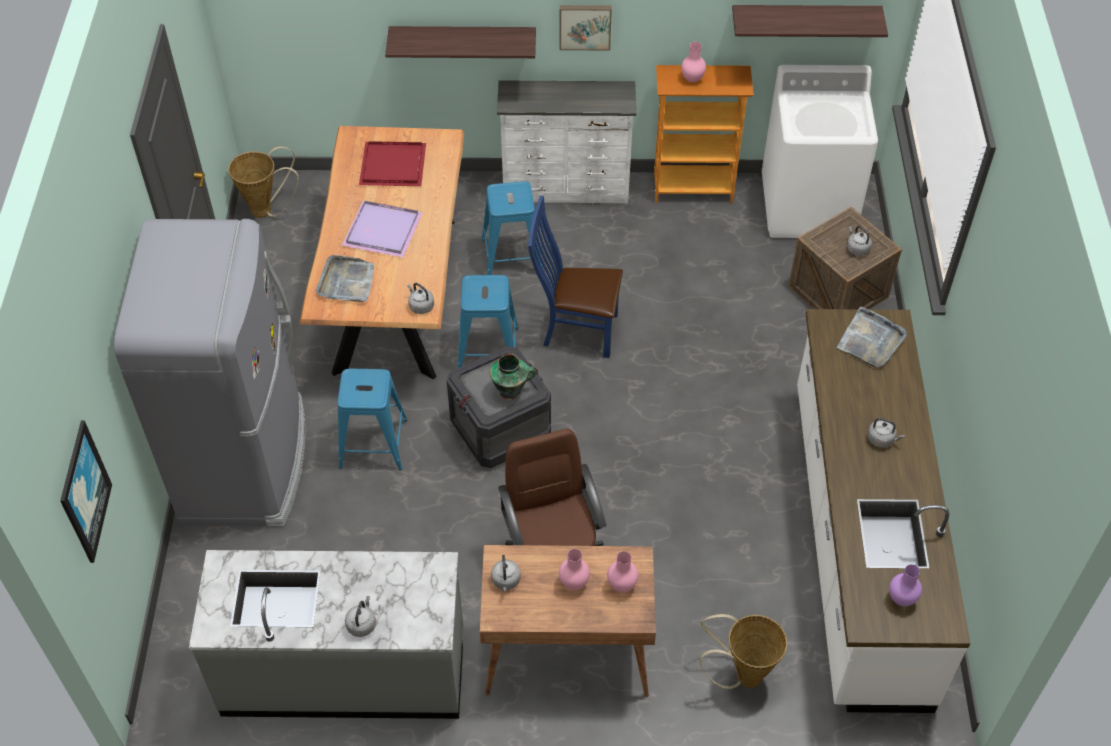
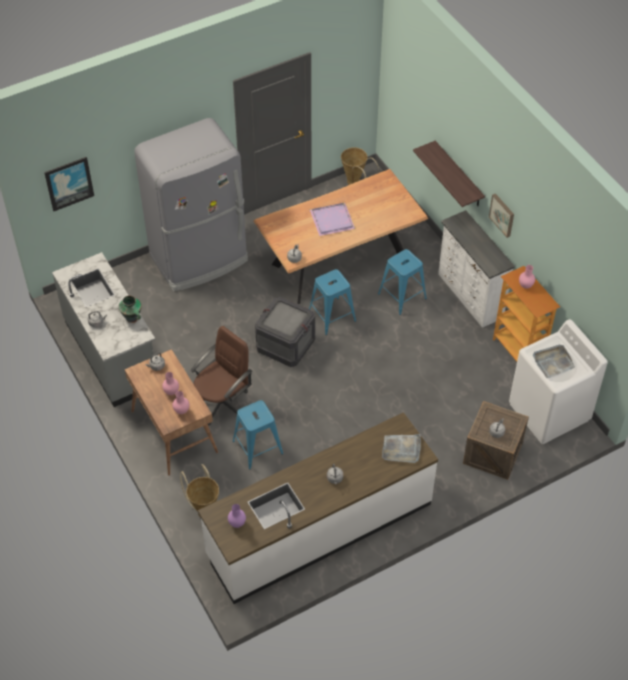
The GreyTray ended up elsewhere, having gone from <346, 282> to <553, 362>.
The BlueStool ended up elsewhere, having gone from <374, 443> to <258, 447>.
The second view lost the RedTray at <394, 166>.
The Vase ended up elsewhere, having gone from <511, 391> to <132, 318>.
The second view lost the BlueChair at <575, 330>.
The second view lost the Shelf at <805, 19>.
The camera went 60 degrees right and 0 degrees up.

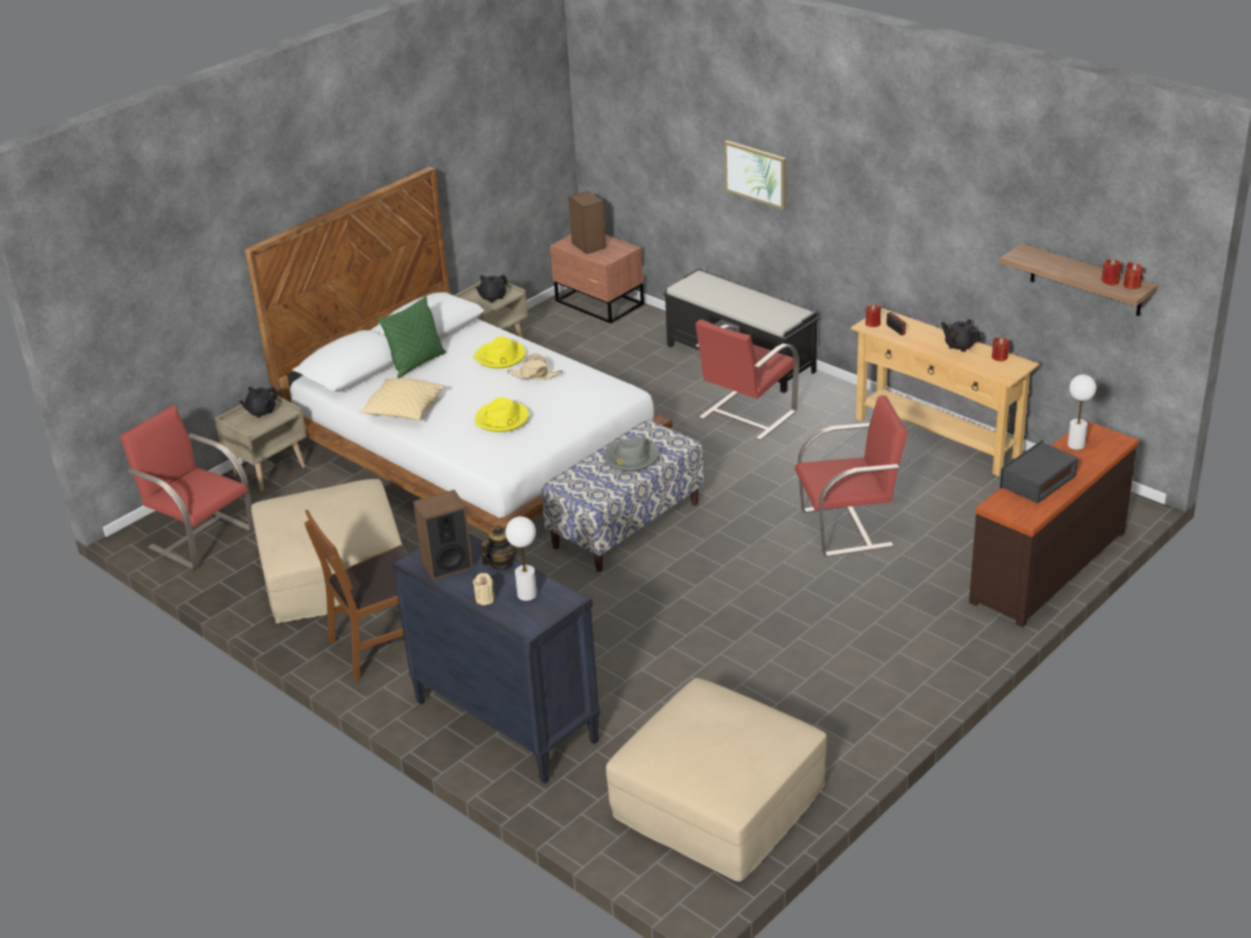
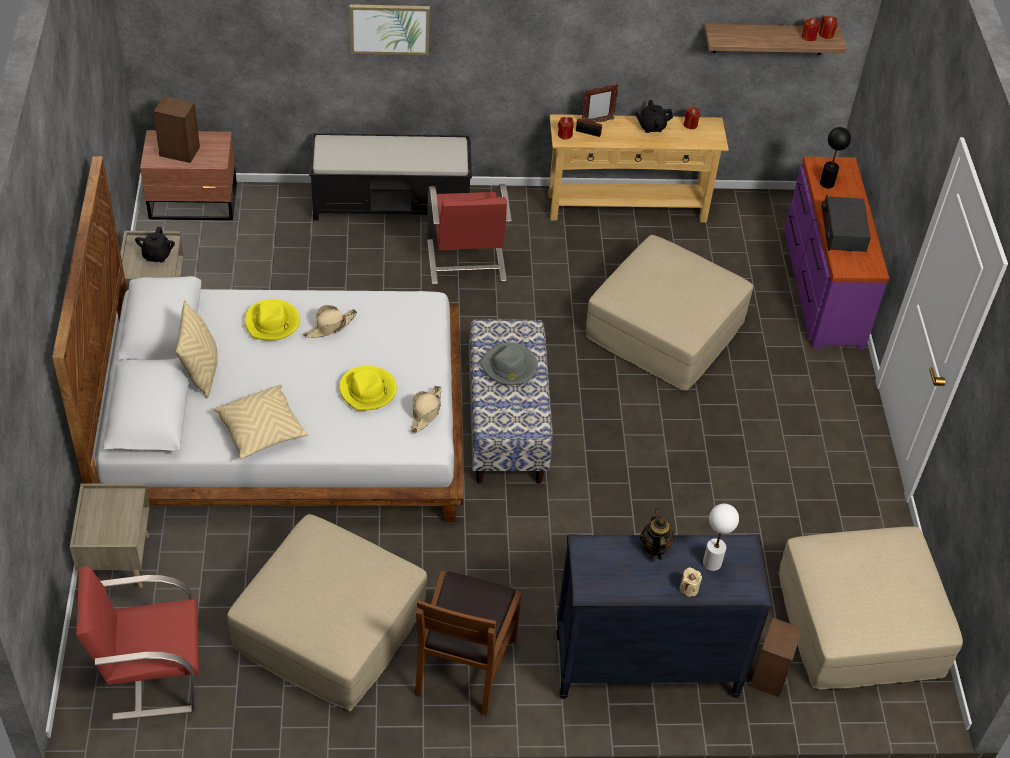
The second view lost the BlackTeapot at <261, 411>.
What was the GreenPillow at <417, 363> turned into the BeigePillow at <201, 371>.
The Speaker ended up elsewhere, having gone from <447, 565> to <769, 675>.
Where the RedChair stood at <848, 528>, the BeigeOttoman came to stand at <665, 329>.
What was the BrownDresser at <1046, 566> turned into the PurpleDresser at <821, 287>.
What was the WhiteTableLamp at <1075, 445> turned into the BlackTableLamp at <826, 183>.
The second view gained the BeigeHat at <426, 412>.
The second view gained the PictureFrame at <597, 122>.
The camera went 50 degrees left and 15 degrees up.

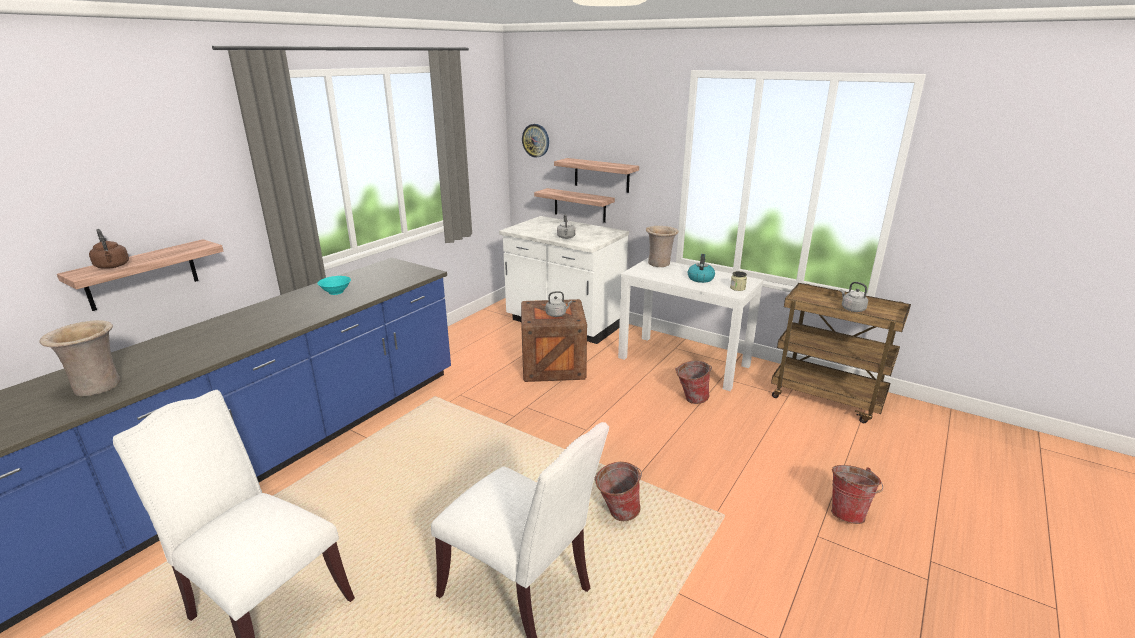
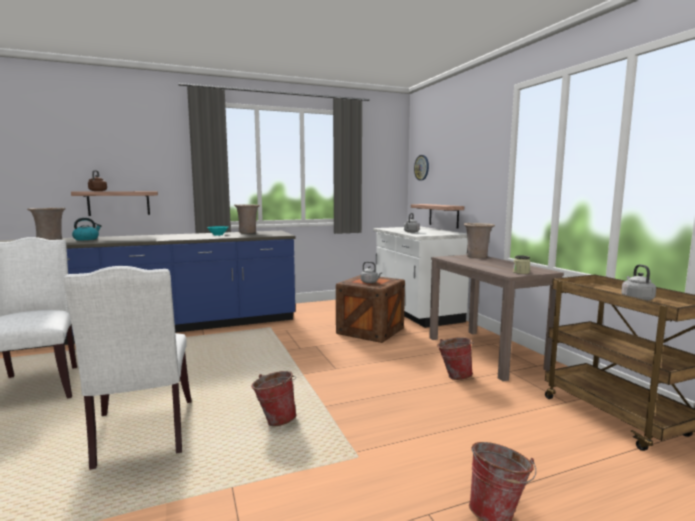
The second view lost the Shelf at <601, 175>.
What was the WhiteConsoleTable at <684, 361> turned into the BrownConsoleTable at <486, 353>.
The Kettle ended up elsewhere, having gone from <700, 278> to <86, 239>.
The second view gained the BeigeVase at <248, 232>.
The camera went 35 degrees right and 15 degrees down.

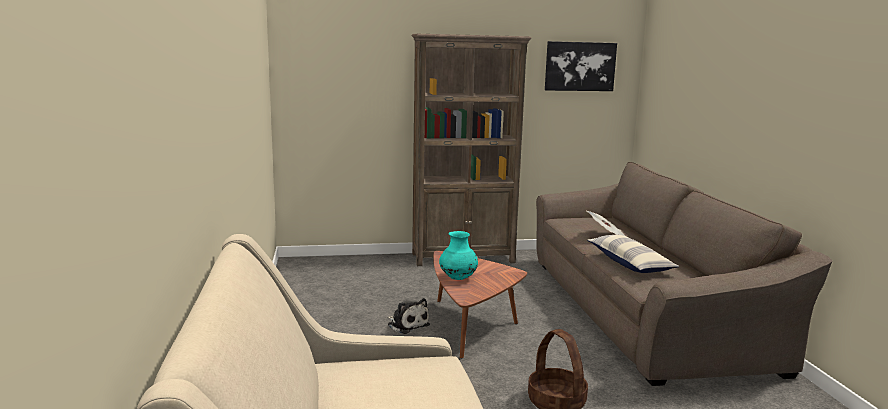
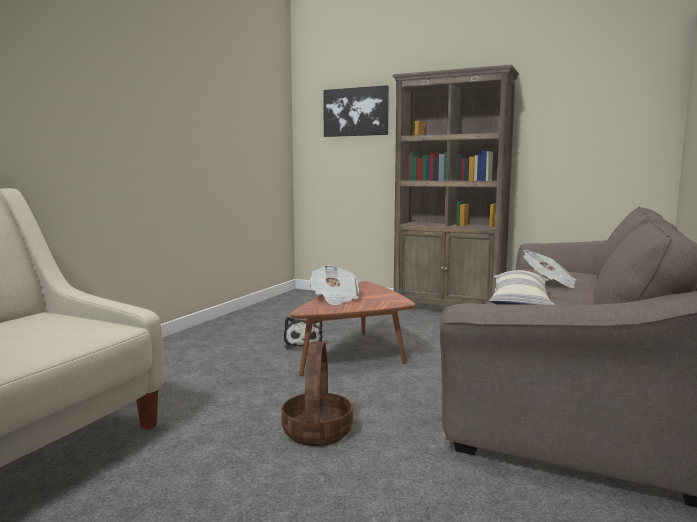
Where the TurquoiseVase stood at <458, 278>, the Newspaper came to stand at <334, 298>.
The Picture ended up elsewhere, having gone from <580, 66> to <356, 112>.
The camera went 35 degrees right and 5 degrees down.

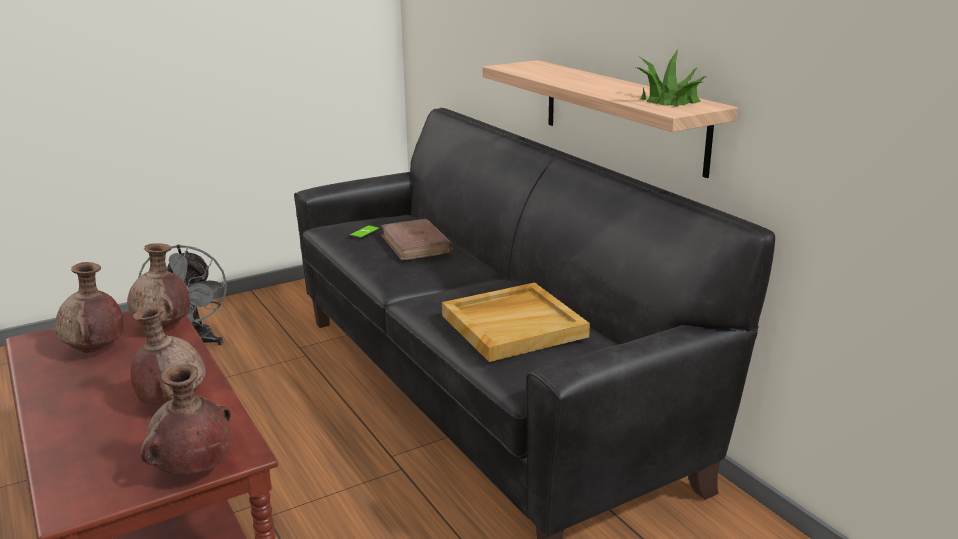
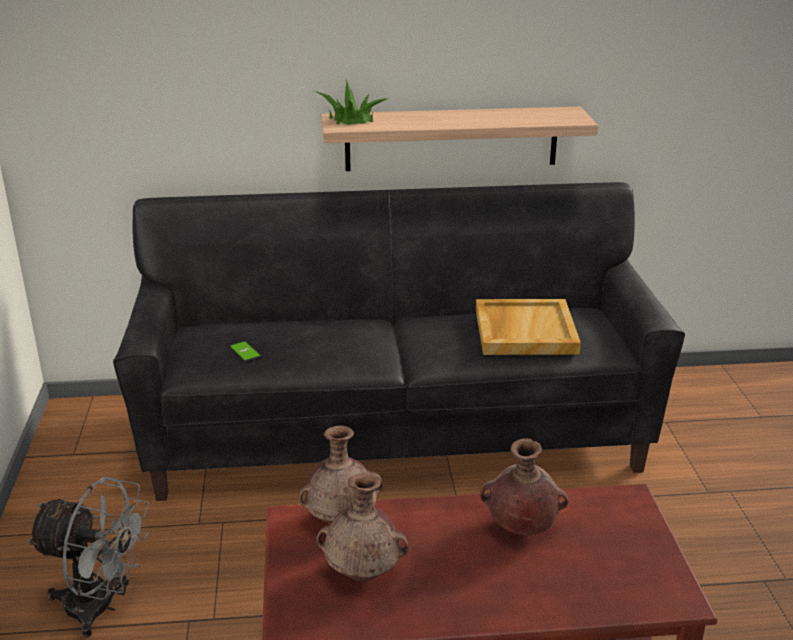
The second view lost the BrownVase at <193, 470>.
The second view lost the BrownBook at <416, 244>.
The PottedPlant ended up elsewhere, having gone from <669, 100> to <351, 119>.
The camera went 65 degrees left and 5 degrees up.

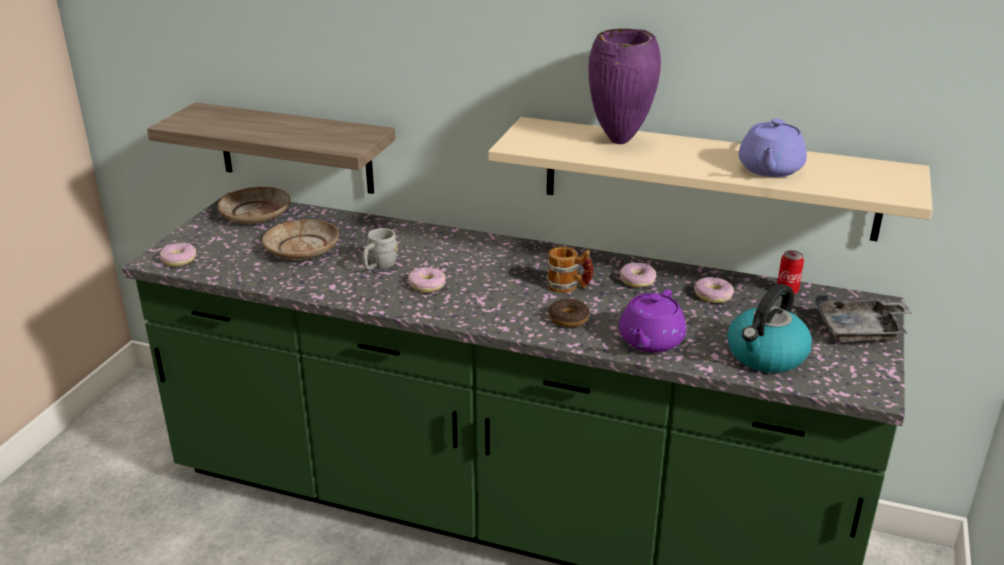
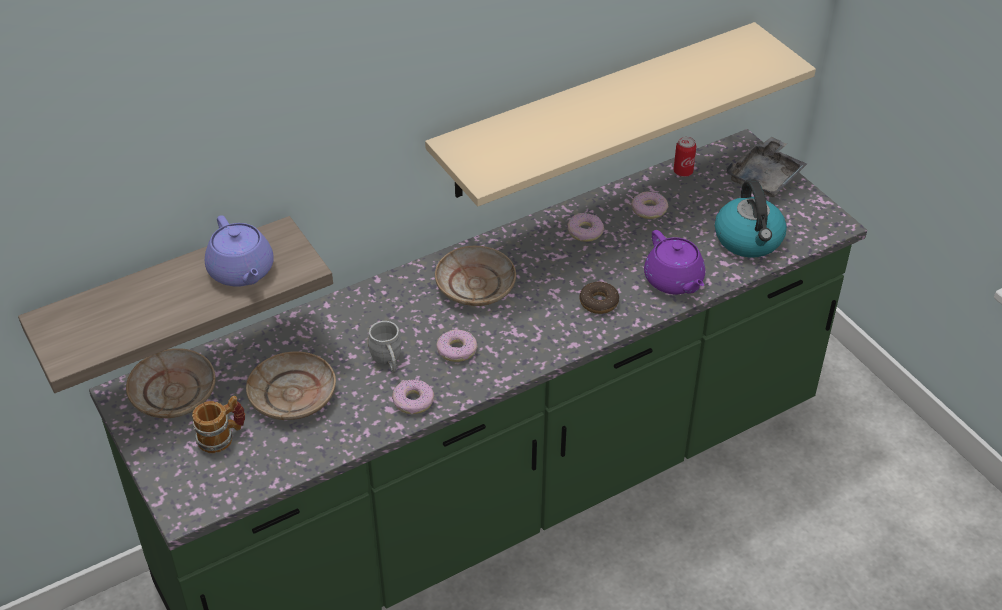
The Donut ended up elsewhere, having gone from <179, 260> to <413, 401>.
The Mug ended up elsewhere, having gone from <568, 286> to <222, 437>.
The second view lost the PurpleVase at <620, 141>.
The PurpleTeapot ended up elsewhere, having gone from <769, 169> to <242, 272>.
The second view gained the BeigePlate at <475, 285>.
The camera went 50 degrees left and 15 degrees up.

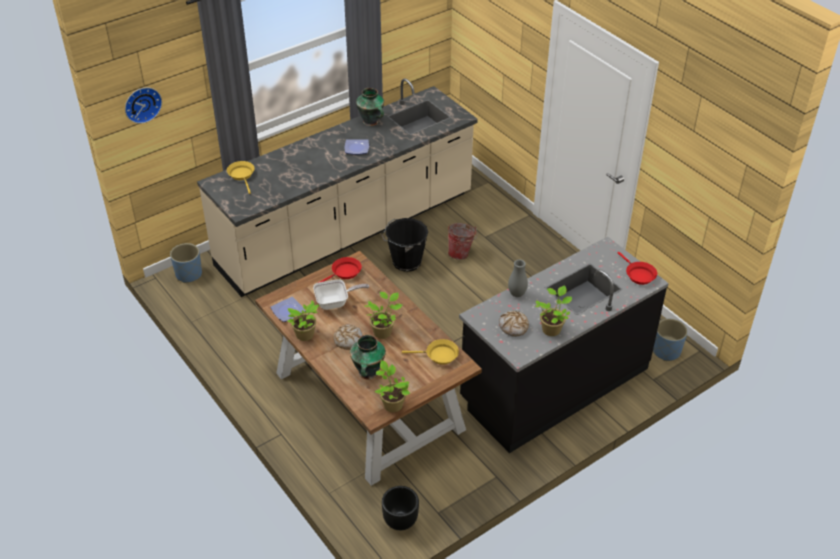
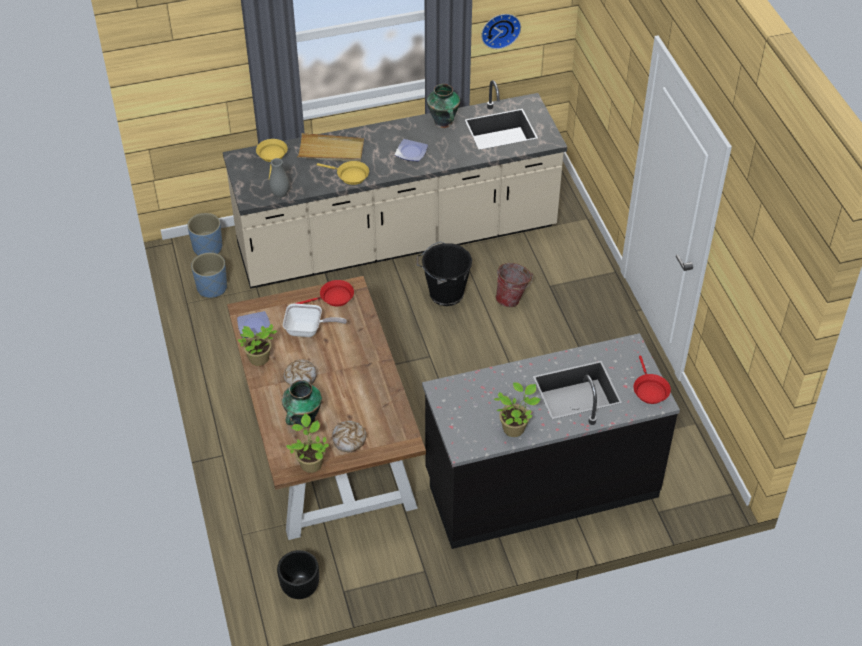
The WallClock ended up elsewhere, having gone from <142, 104> to <500, 29>.
The second view lost the PottedPlant at <383, 331>.
The YellowFryingPan ended up elsewhere, having gone from <439, 355> to <350, 176>.
The Bread ended up elsewhere, having gone from <513, 327> to <349, 439>.
The GreyVase ended up elsewhere, having gone from <517, 294> to <280, 194>.
The BluePlanter ended up elsewhere, having gone from <666, 351> to <211, 287>.
The second view gained the BeigeTray at <331, 150>.
The camera went 20 degrees right and 5 degrees up.

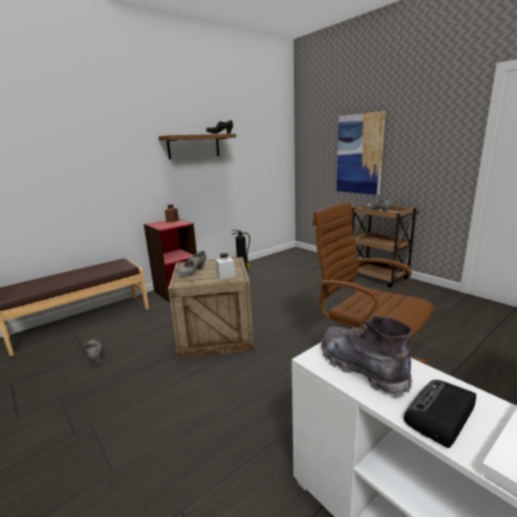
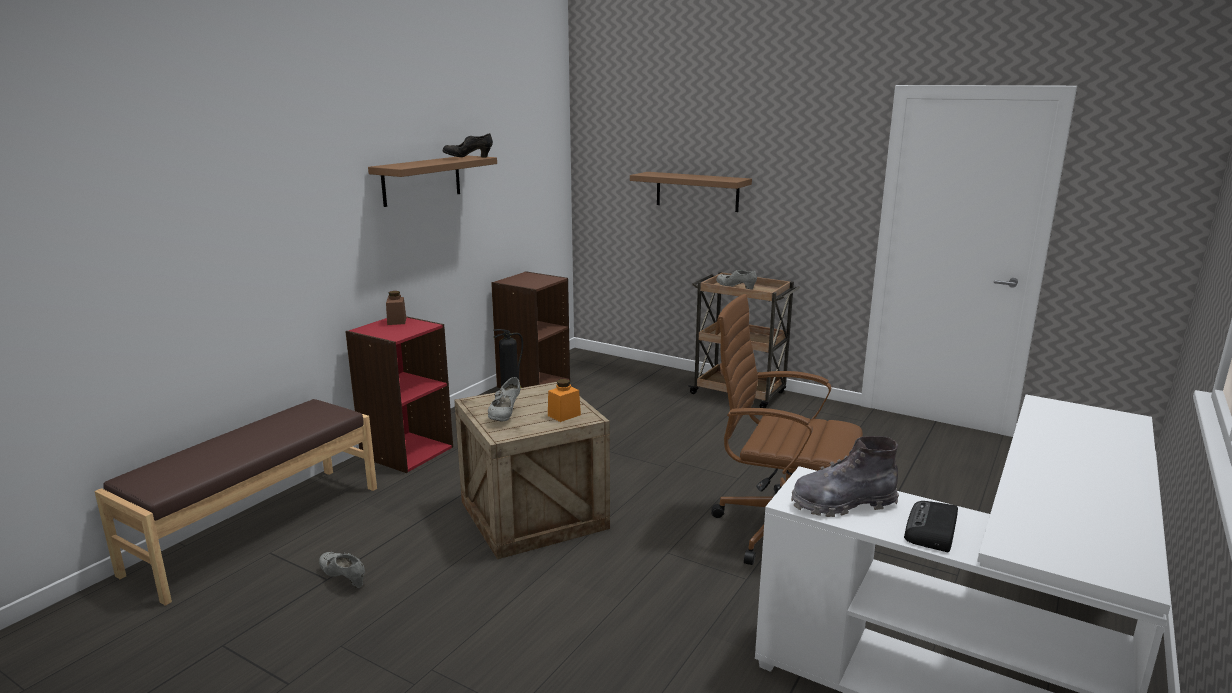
What was the WhiteJar at <225, 276> turned into the OrangeJar at <564, 415>.
The GreyBoot at <361, 368> ended up facing another way, 45 degrees counterclockwise from before.
Where the Picture hung at <359, 154>, the BrownShelf came to hang at <697, 191>.
The second view gained the BrownBookcase at <533, 383>.
The camera went 20 degrees left and 0 degrees up.

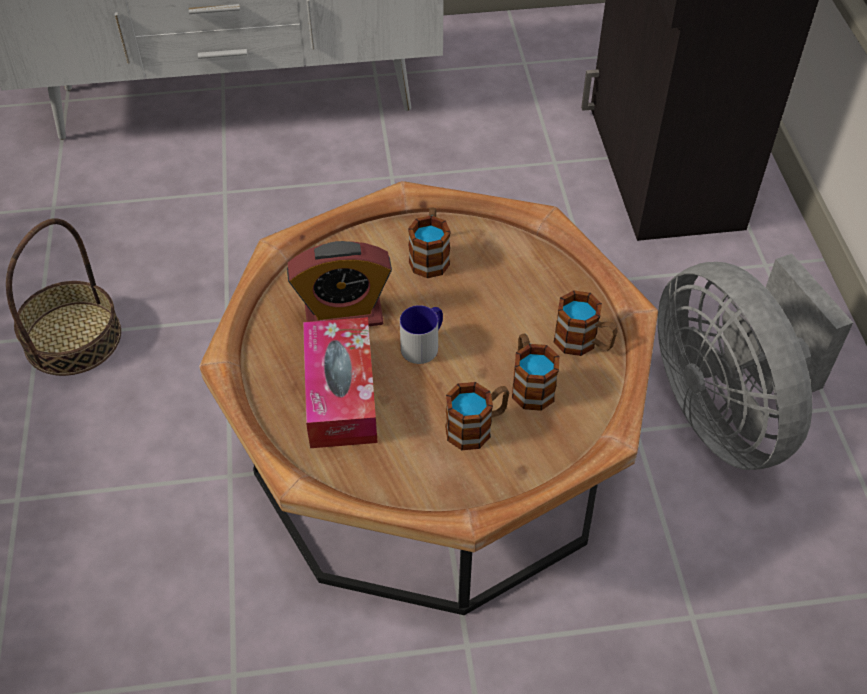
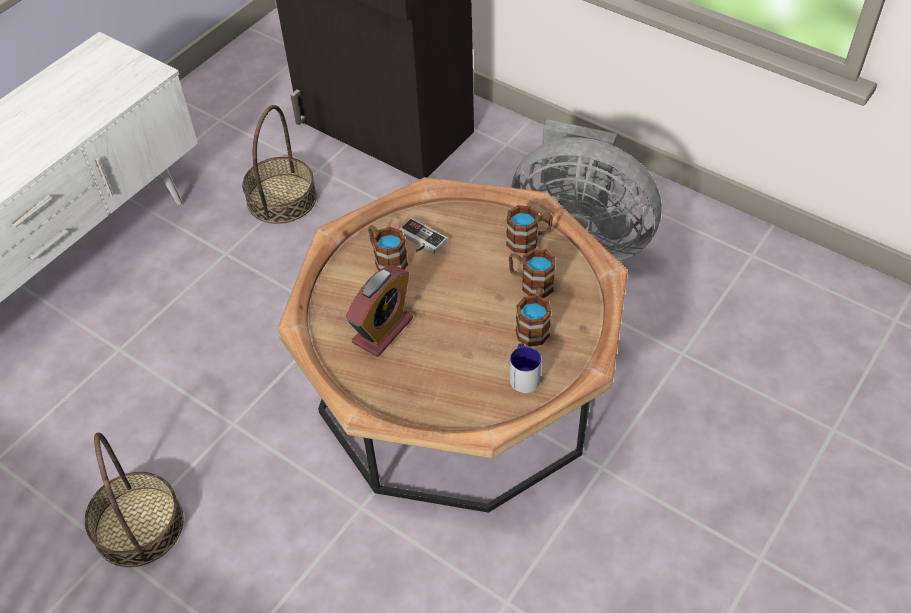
The second view lost the TissueBox at <341, 394>.
The Mug ended up elsewhere, having gone from <424, 344> to <523, 375>.
The second view gained the Basket at <282, 198>.
The second view gained the GameController at <419, 241>.
The camera went 45 degrees left and 0 degrees up.

